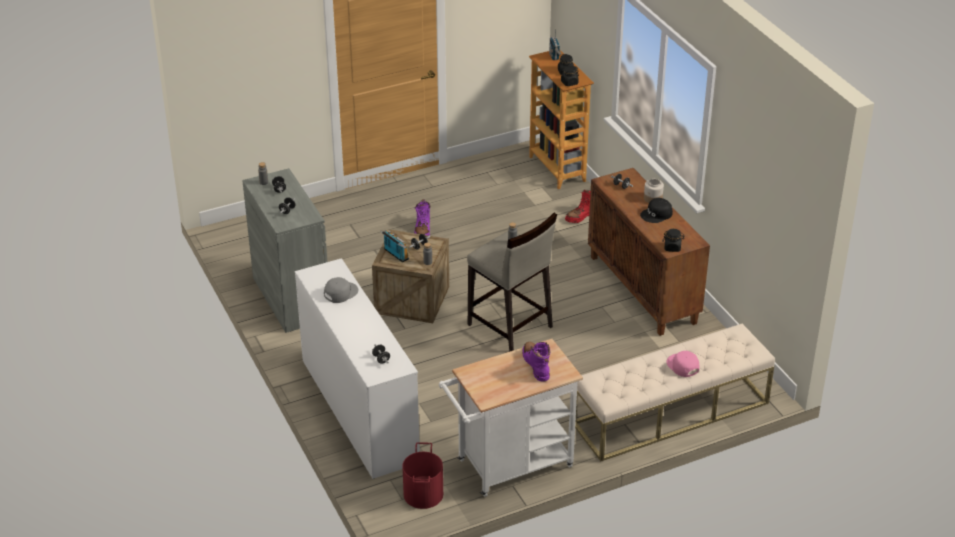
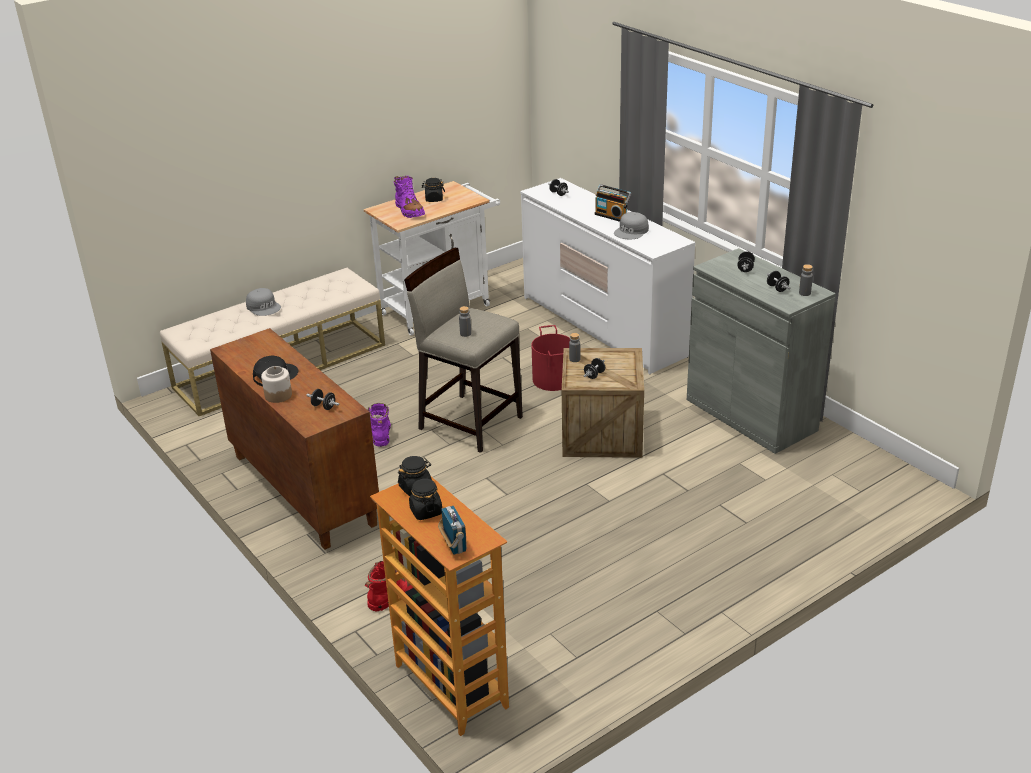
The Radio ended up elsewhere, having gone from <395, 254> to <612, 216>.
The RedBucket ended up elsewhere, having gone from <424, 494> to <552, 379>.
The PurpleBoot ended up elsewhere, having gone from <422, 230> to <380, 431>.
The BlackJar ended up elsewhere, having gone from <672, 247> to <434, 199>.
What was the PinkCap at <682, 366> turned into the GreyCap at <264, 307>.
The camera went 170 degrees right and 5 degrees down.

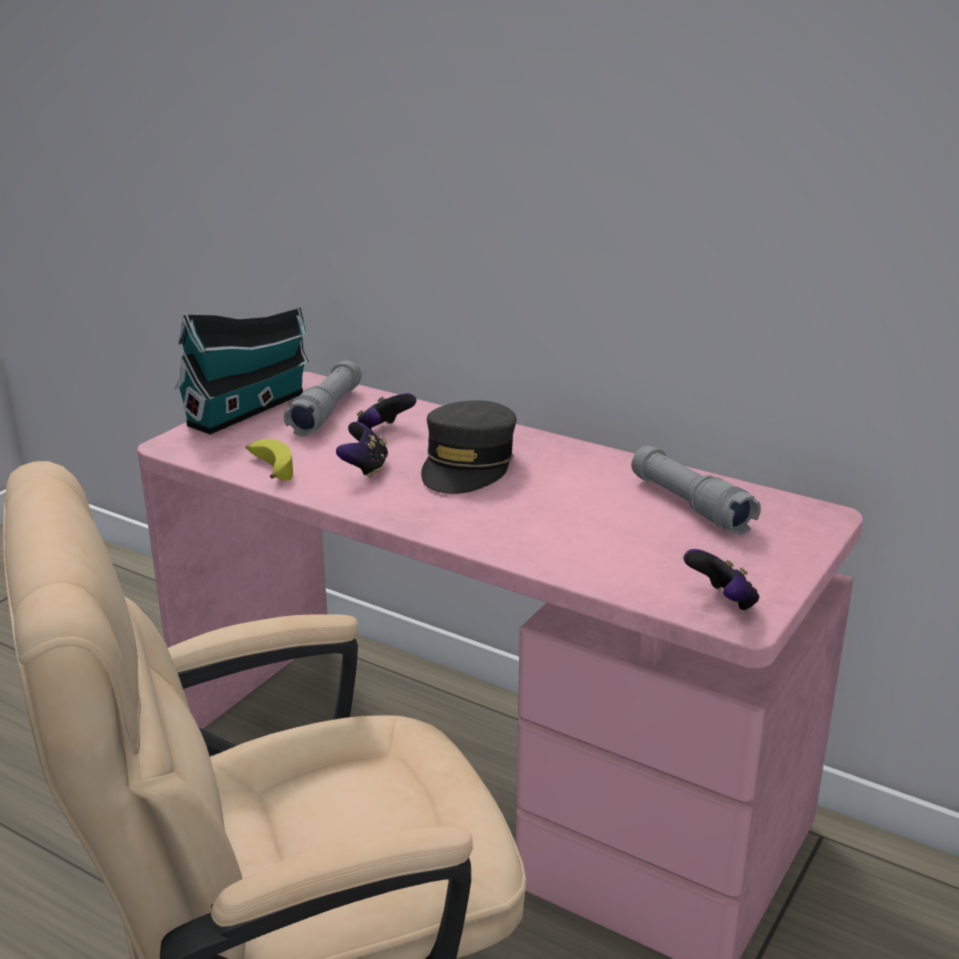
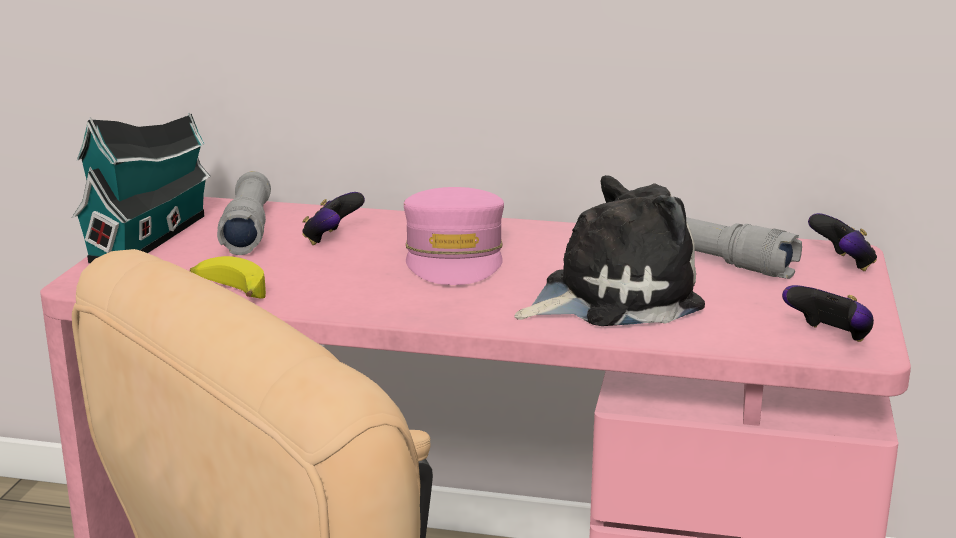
The GameController ended up elsewhere, having gone from <364, 468> to <842, 264>.
What was the GreyCap at <467, 465> turned into the PinkCap at <454, 257>.
The second view gained the PlushToy at <611, 297>.
The camera went 20 degrees left and 5 degrees down.

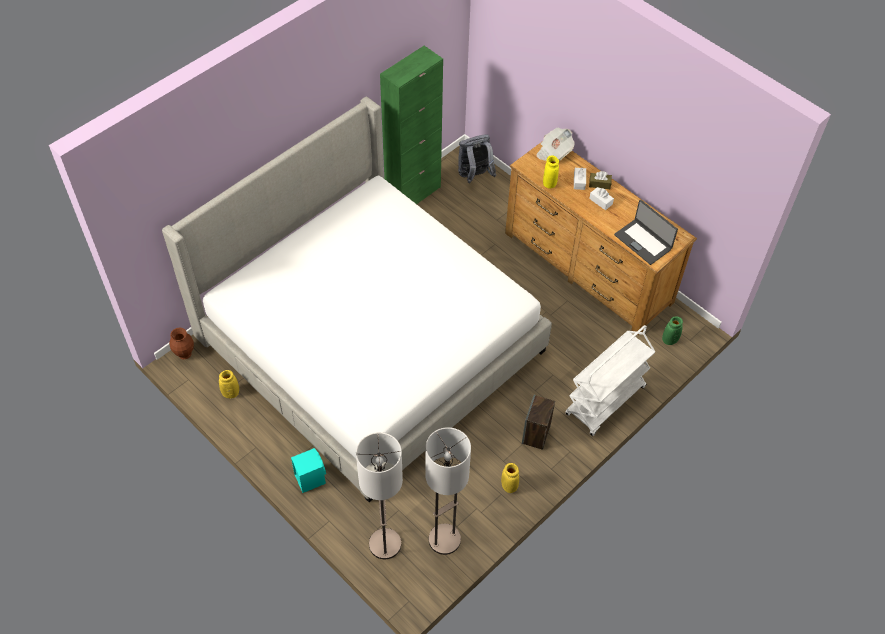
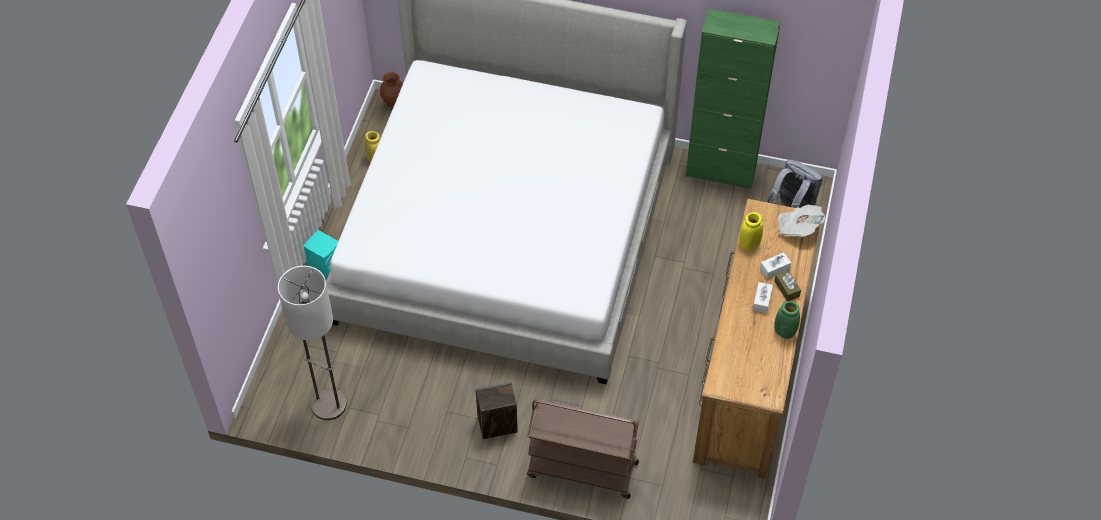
The second view lost the FloorLamp at <384, 544>.
The second view lost the YellowVase at <509, 486>.
What was the WhiteCart at <605, 402> turned into the BrownCart at <581, 470>.
The second view lost the Laptop at <643, 241>.
The GreenVase ended up elsewhere, having gone from <669, 340> to <784, 331>.
The camera went 60 degrees right and 0 degrees up.

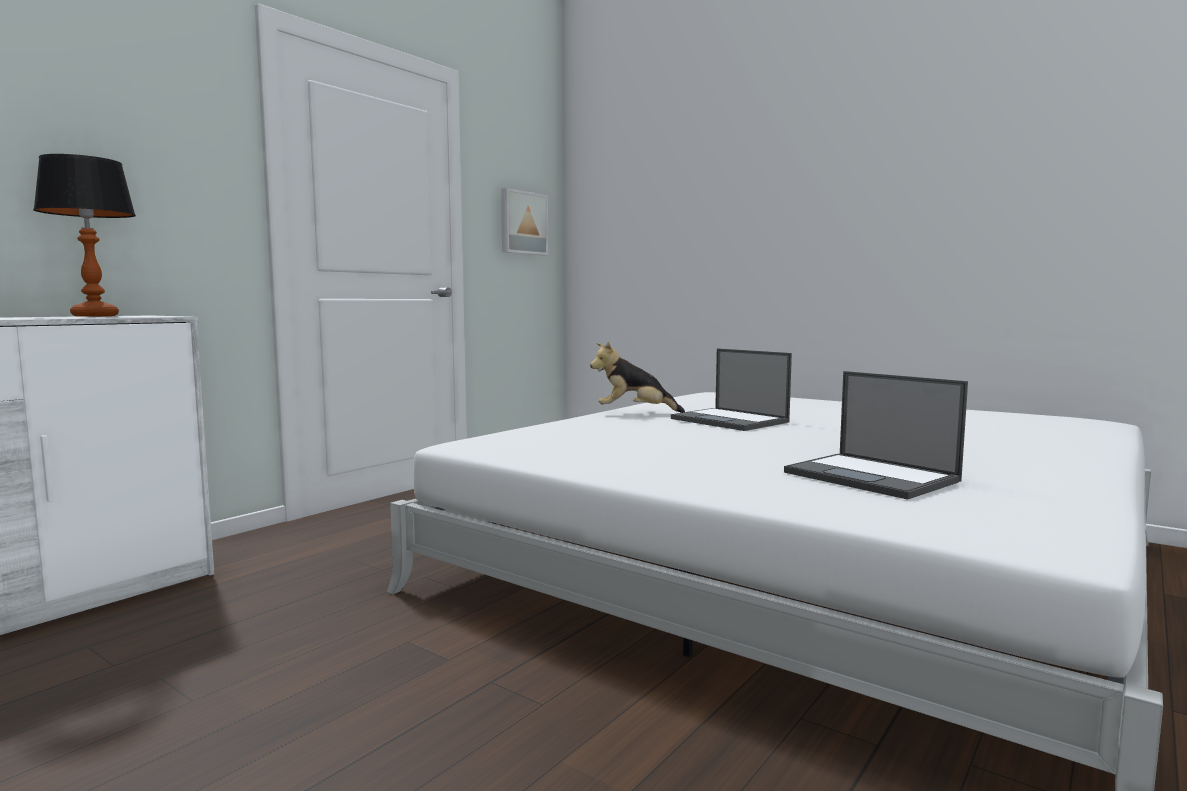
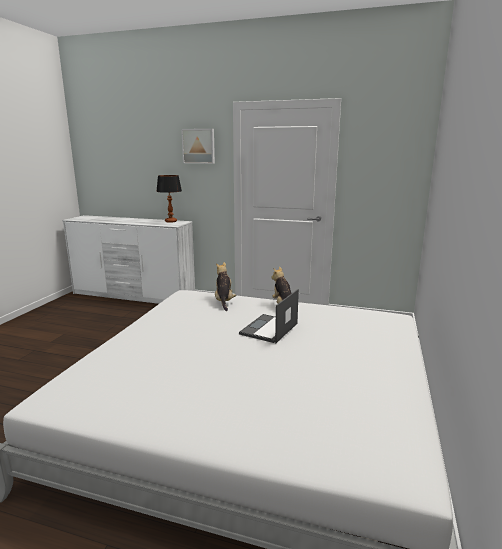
The Picture ended up elsewhere, having gone from <522, 223> to <199, 146>.
The second view lost the Laptop at <873, 477>.
The second view gained the PlushToy at <224, 301>.
The camera went 70 degrees right and 10 degrees up.

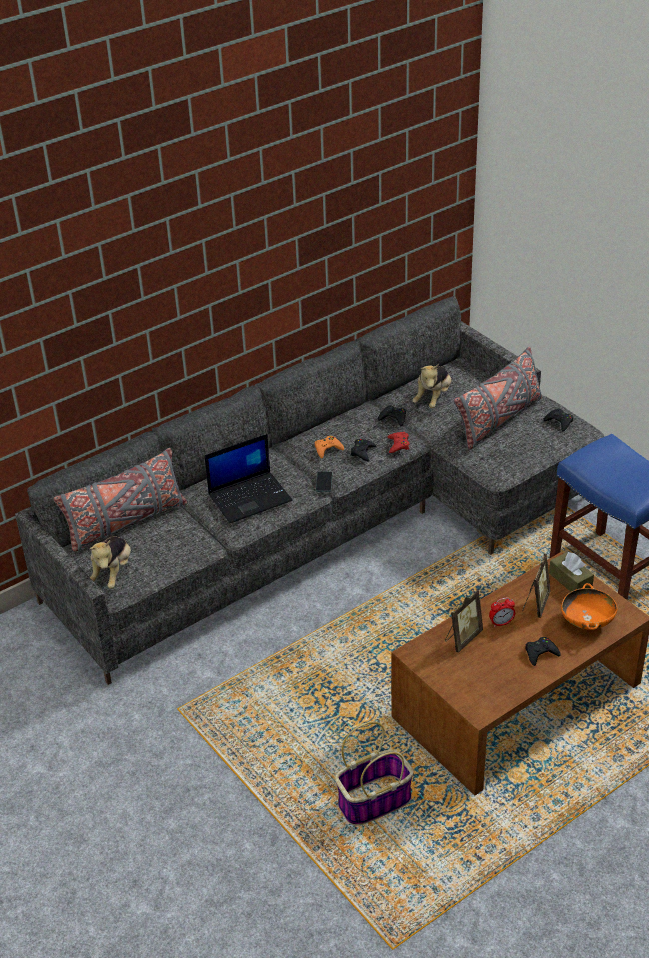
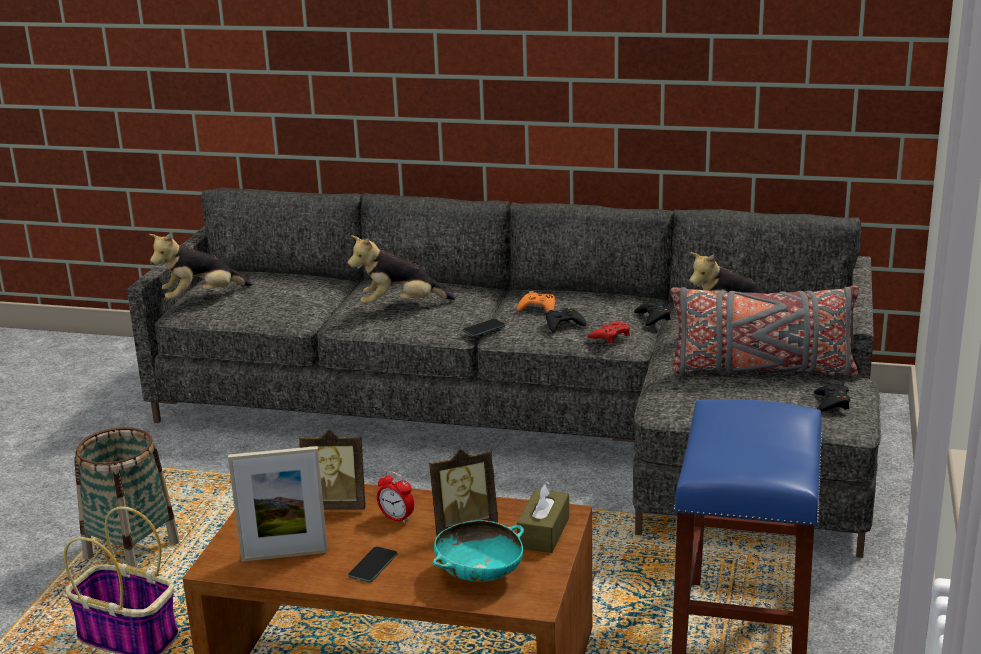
The second view lost the GreyPillow at <125, 523>.
Where the Laptop stood at <250, 497>, the PlushToy came to stand at <400, 305>.
Where the BlackGameController stood at <540, 653>, the Phone came to stand at <373, 565>.
What was the OrangeBowl at <587, 621> turned into the TurquoiseBowl at <479, 574>.
The second view gained the Basket at <131, 551>.
The second view gained the PictureFrame at <284, 555>.
The camera went 50 degrees right and 15 degrees down.

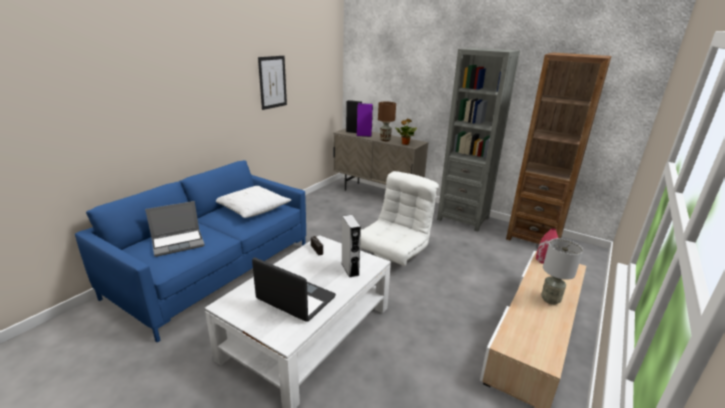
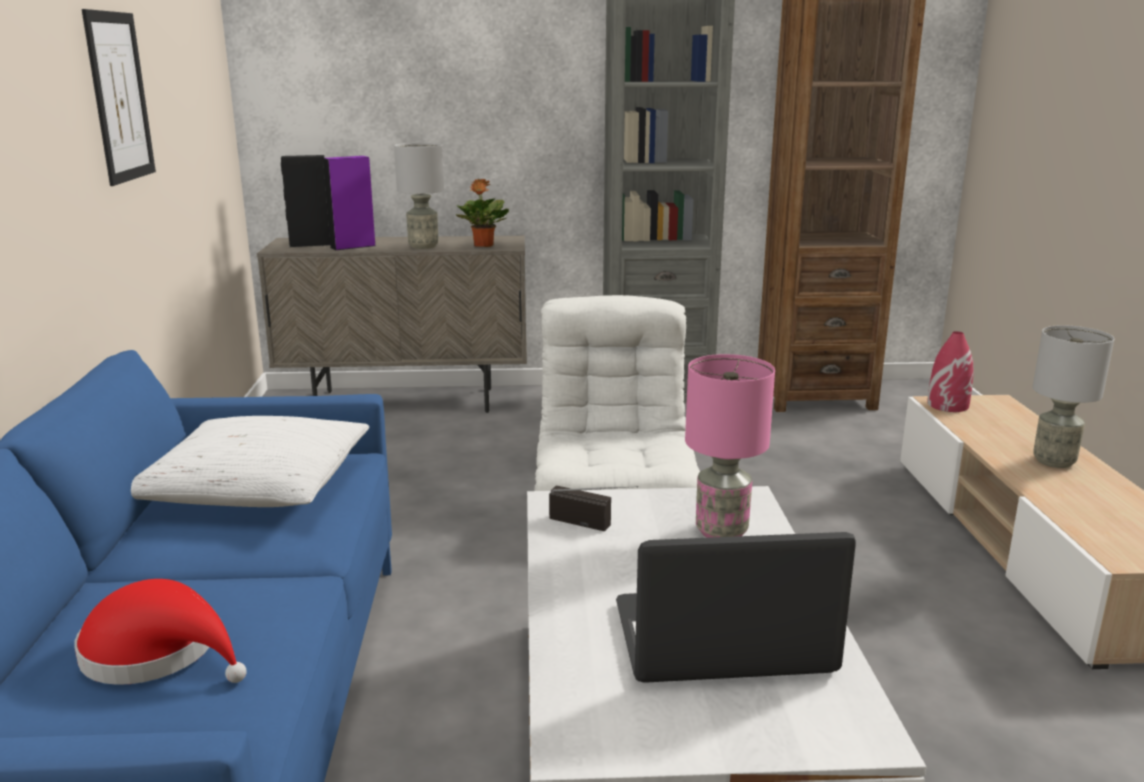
Where the Laptop stood at <179, 243>, the RedHat came to stand at <159, 653>.
Where the GreySpeaker stood at <350, 269>, the PinkTableLamp came to stand at <721, 531>.
What was the BrownTableLamp at <385, 140> turned into the GreyTableLamp at <422, 246>.
The camera went 35 degrees left and 5 degrees down.

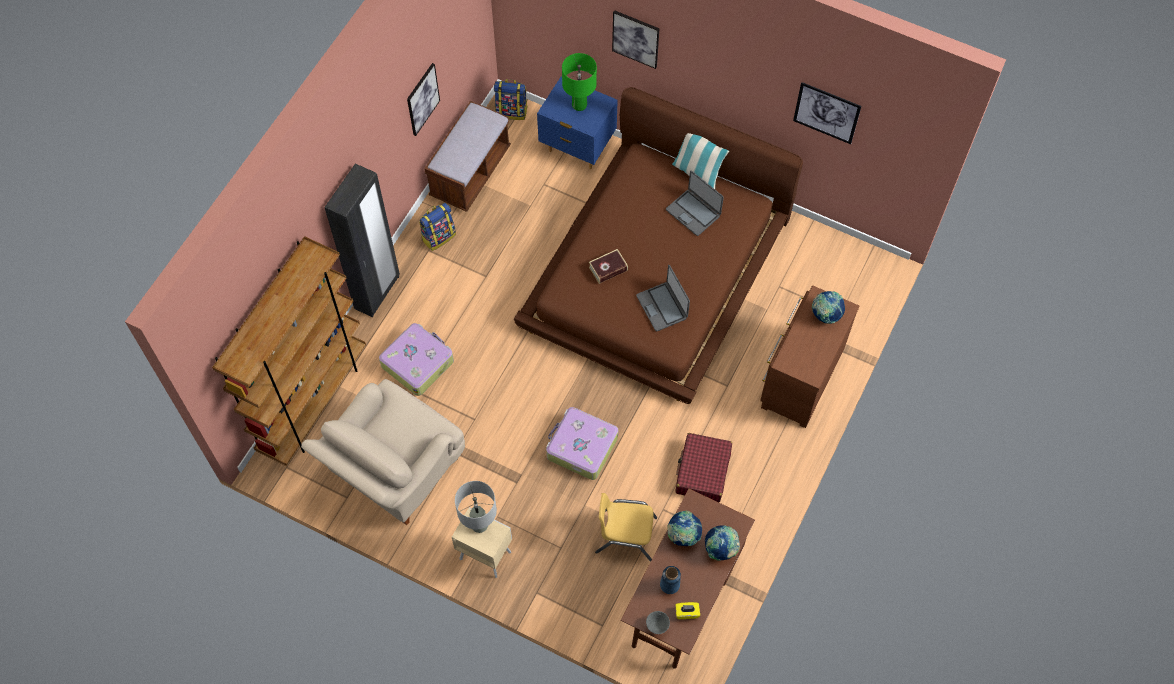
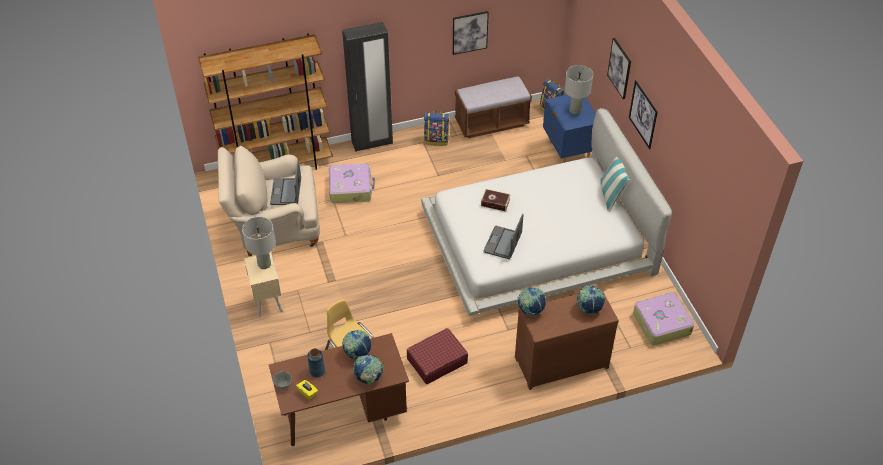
What was the BrownBed at <656, 272> turned into the WhiteBed at <538, 242>.
The Suitcase ended up elsewhere, having gone from <581, 447> to <661, 323>.
What was the GreenTableLamp at <579, 105> turned into the GreyTableLamp at <575, 111>.
The Laptop ended up elsewhere, having gone from <693, 212> to <286, 192>.
The Picture ended up elsewhere, having gone from <826, 113> to <643, 114>.
The second view gained the Globe at <530, 310>.
The camera went 45 degrees right and 15 degrees down.

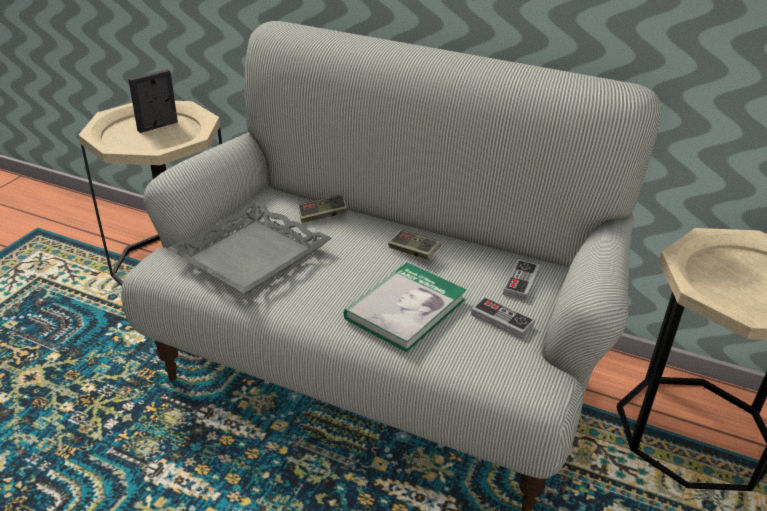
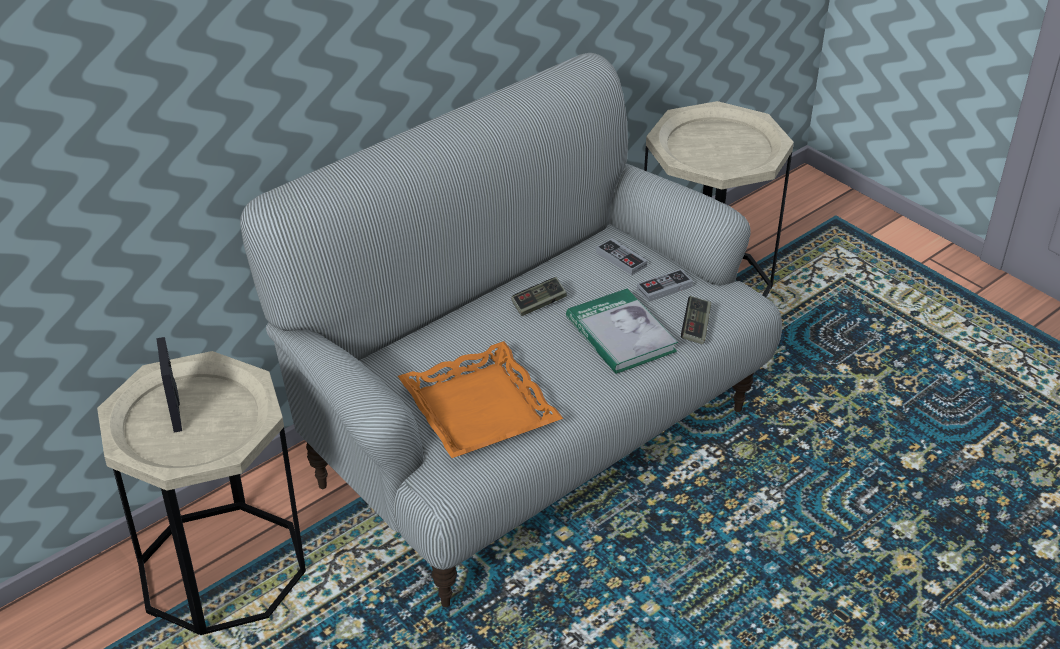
What was the GreyTray at <252, 257> turned into the OrangeTray at <480, 409>.
The GameController ended up elsewhere, having gone from <322, 216> to <695, 327>.
The camera went 65 degrees left and 5 degrees up.

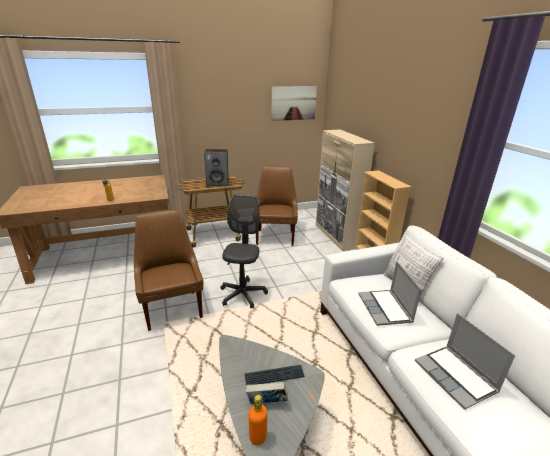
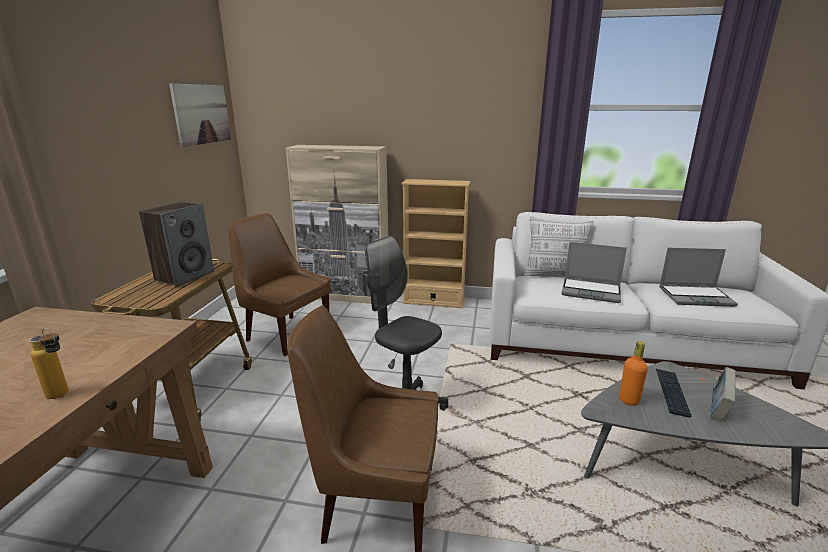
The OrangeBottle ended up elsewhere, having gone from <258, 437> to <629, 400>.
The camera went 60 degrees left and 5 degrees down.

